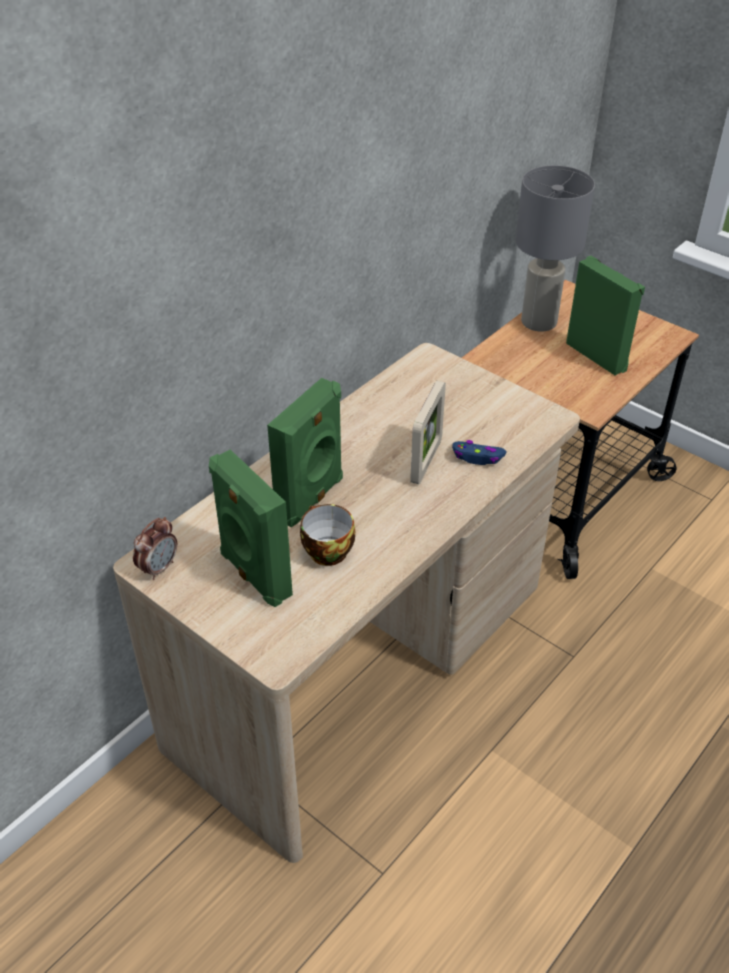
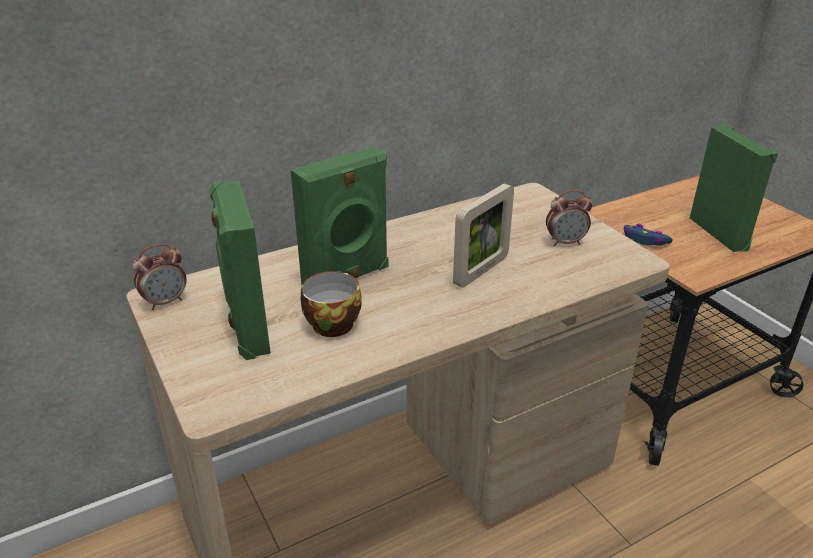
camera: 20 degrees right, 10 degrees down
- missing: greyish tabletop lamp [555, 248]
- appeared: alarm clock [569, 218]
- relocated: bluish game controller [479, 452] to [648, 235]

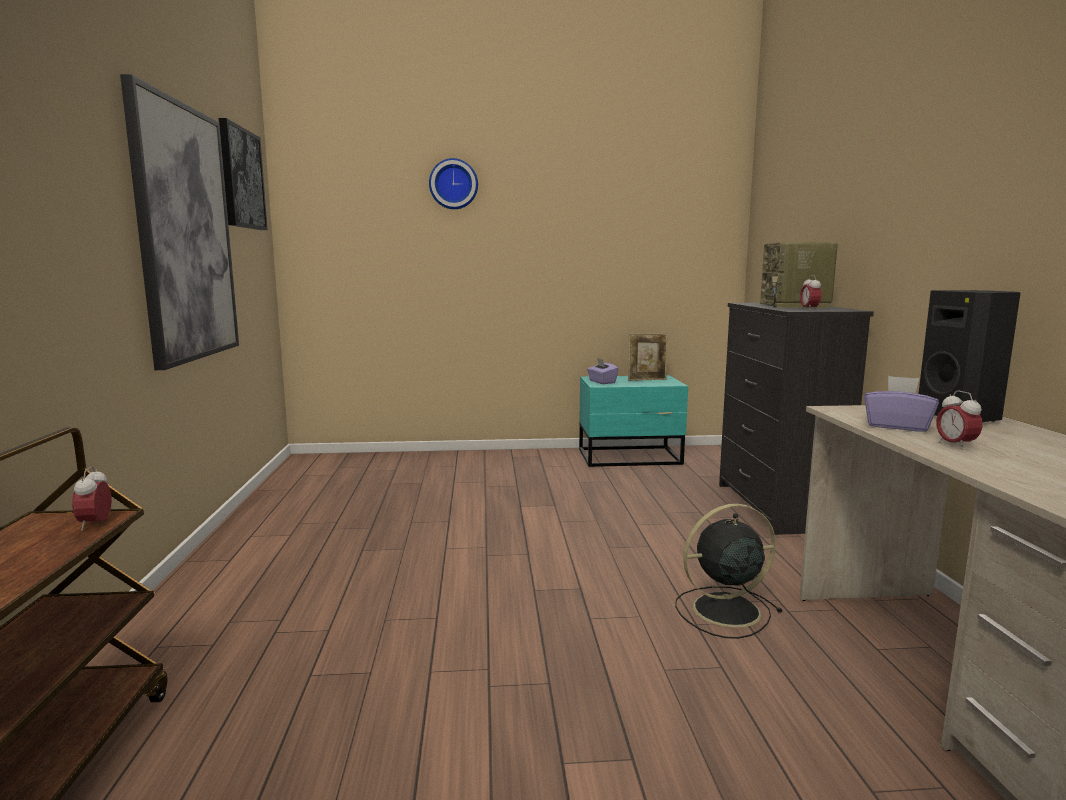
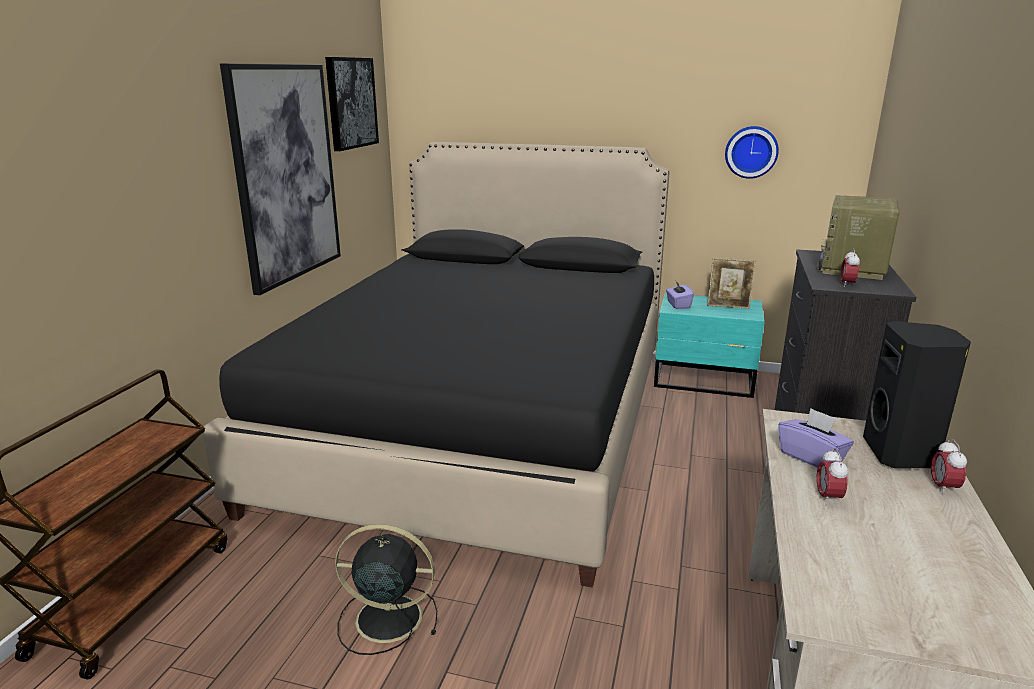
camera: 20 degrees right, 10 degrees up
- appeared: black bedroom bed [436, 365]
- relocated: alarm clock [92, 499] to [949, 467]
- relocated: clock on the wall [453, 183] to [752, 152]
- relocated: black fan [729, 571] to [386, 589]

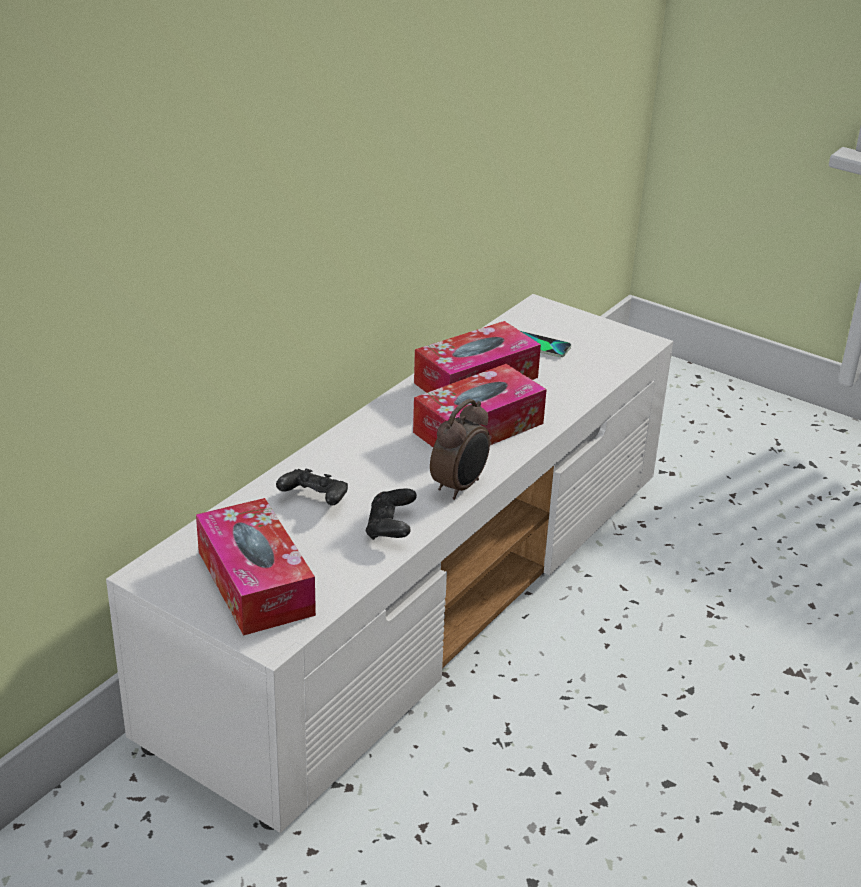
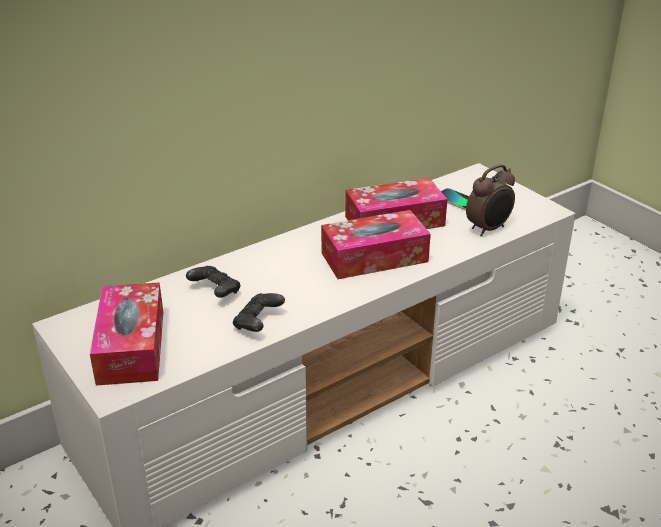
camera: 20 degrees right, 0 degrees up
- relocated: alarm clock [460, 449] to [490, 200]

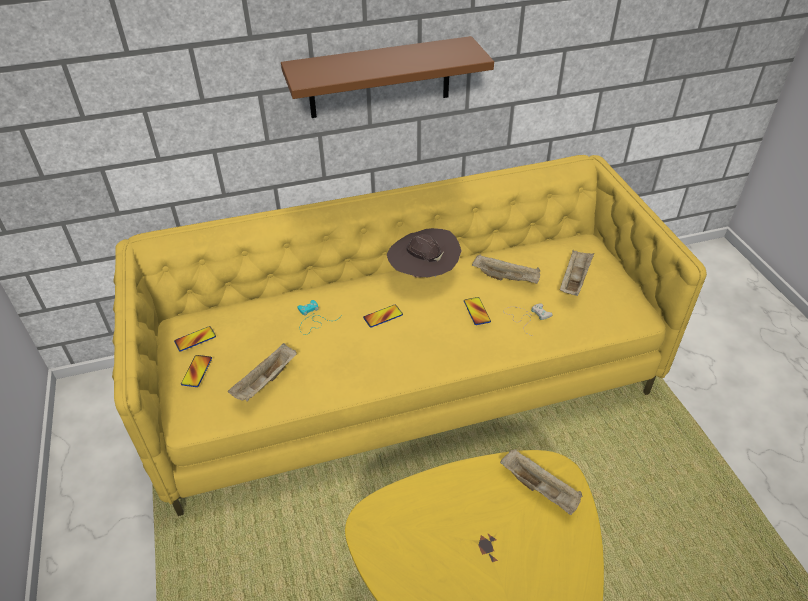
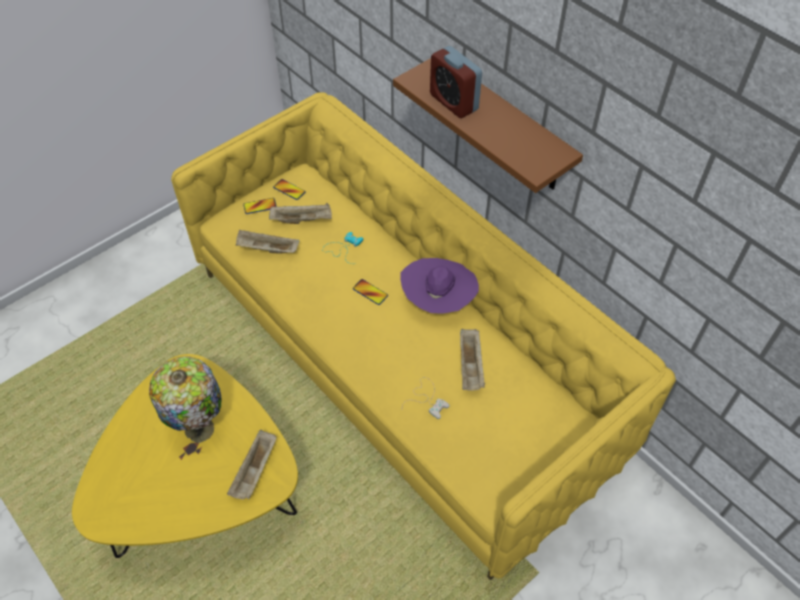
camera: 65 degrees right, 10 degrees up
- missing: phone [477, 311]
- appeared: tabletop lamp [185, 400]
- appeared: alarm clock [456, 82]
- relocated: sand-coloured carrying tray [577, 273] to [300, 213]
- colour: brown wearable hat [424, 252] to purple-coloured wearable hat [439, 286]

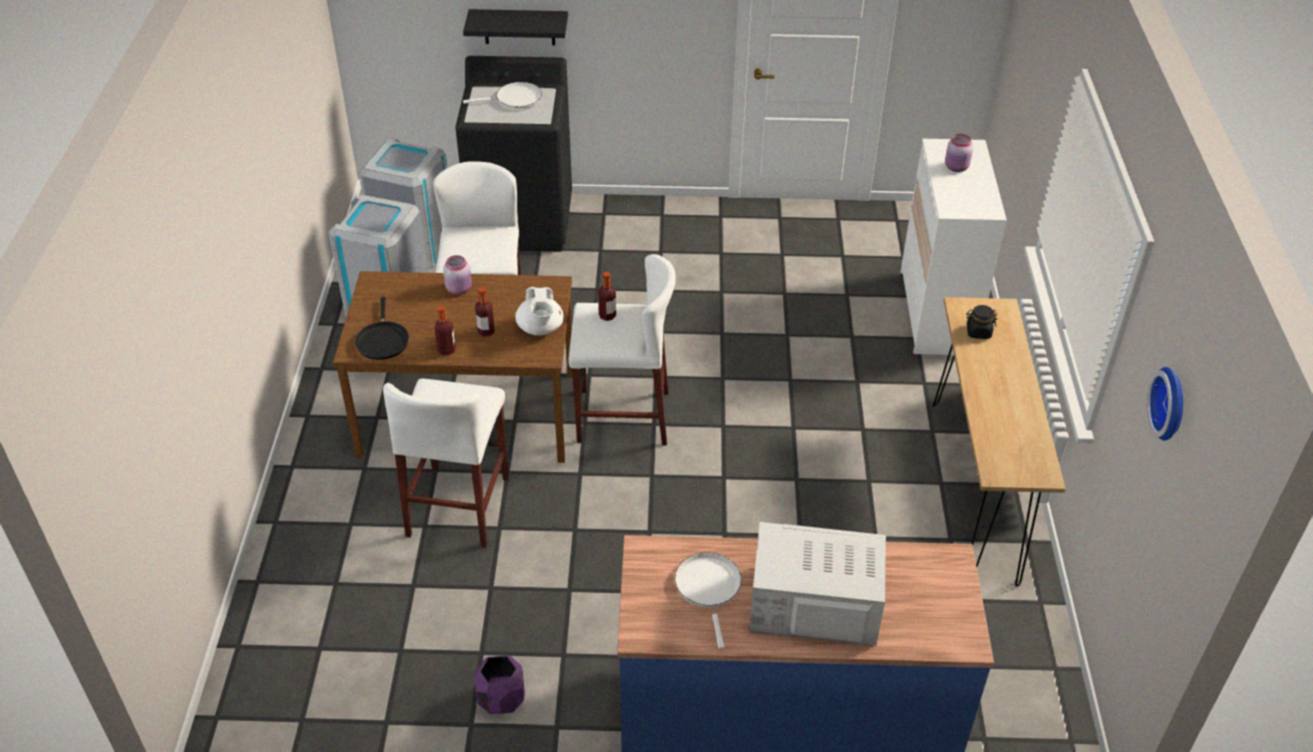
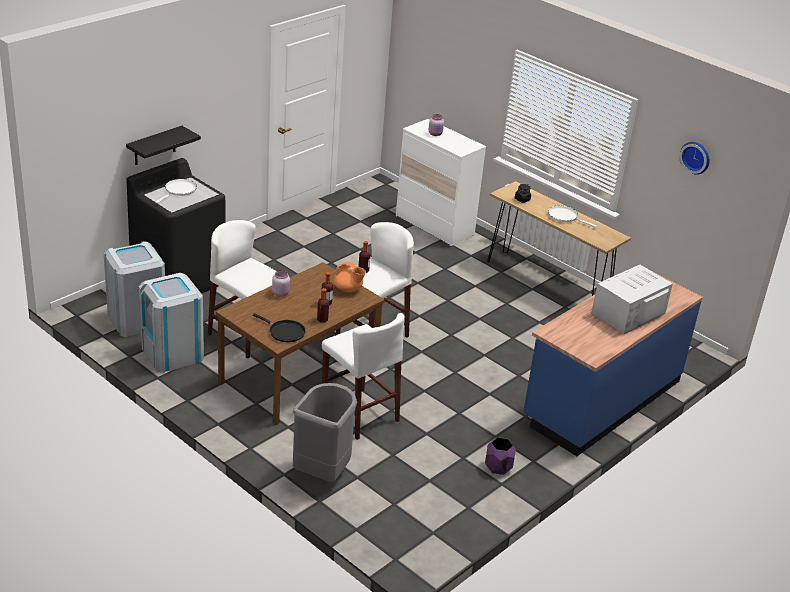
camera: 50 degrees left, 10 degrees down
- appeared: greyish waste bin [325, 432]
- relocated: white-coloured pan [708, 601] to [572, 216]
- colour: white-coloured pot for tea [539, 311] to orange-coloured pot for tea [350, 277]

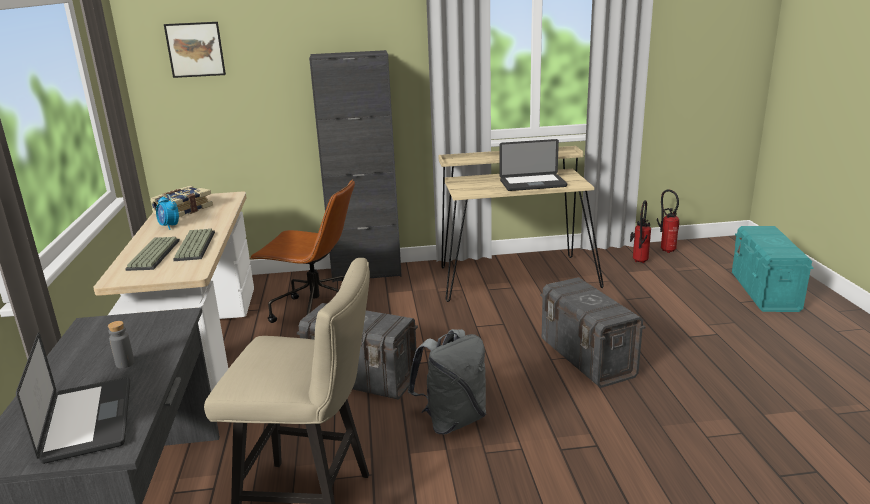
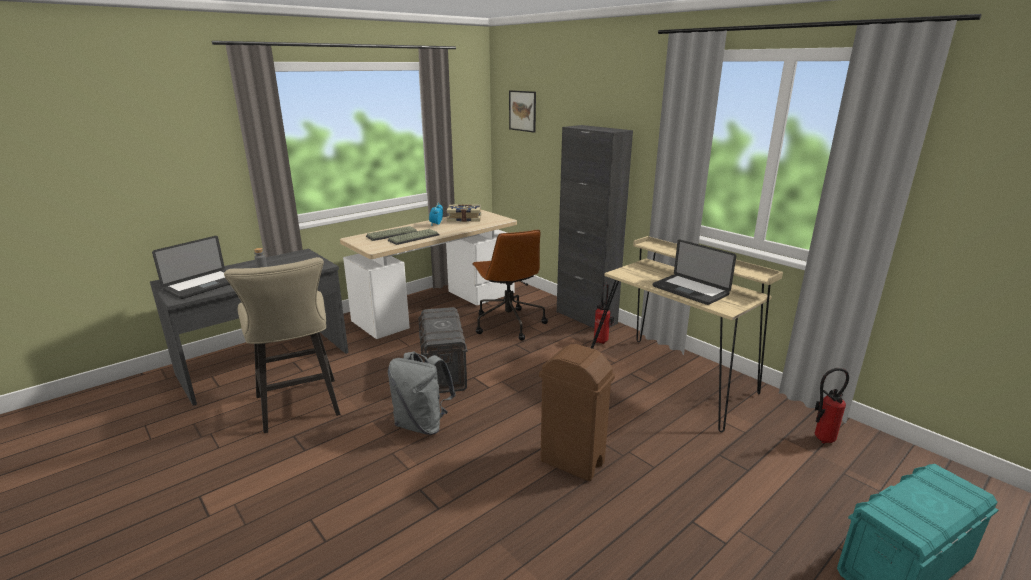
camera: 55 degrees right, 0 degrees up
- relocated: extinguisher [668, 221] to [604, 313]
- exchanged: greyish storage bin [593, 332] to brown waste bin [577, 412]

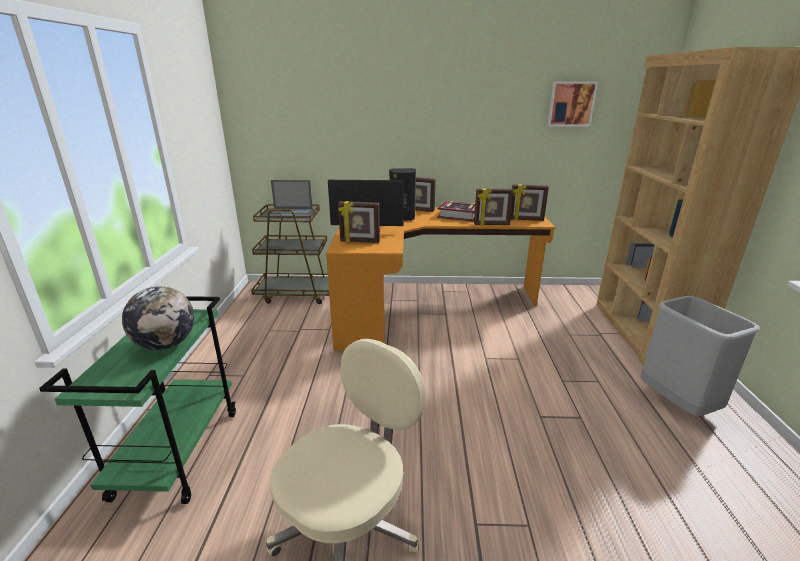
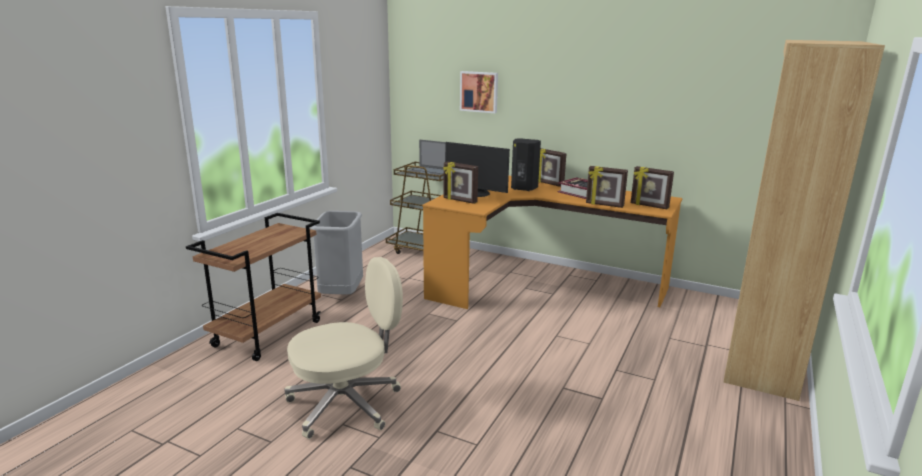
camera: 25 degrees right, 5 degrees down
- missing: world globe [158, 318]
- relocated: picture [572, 104] to [479, 92]
- relocated: greyish waste bin [700, 356] to [337, 253]
- colour: green-coloured wheeled cart [137, 400] to brown wheeled cart [253, 287]

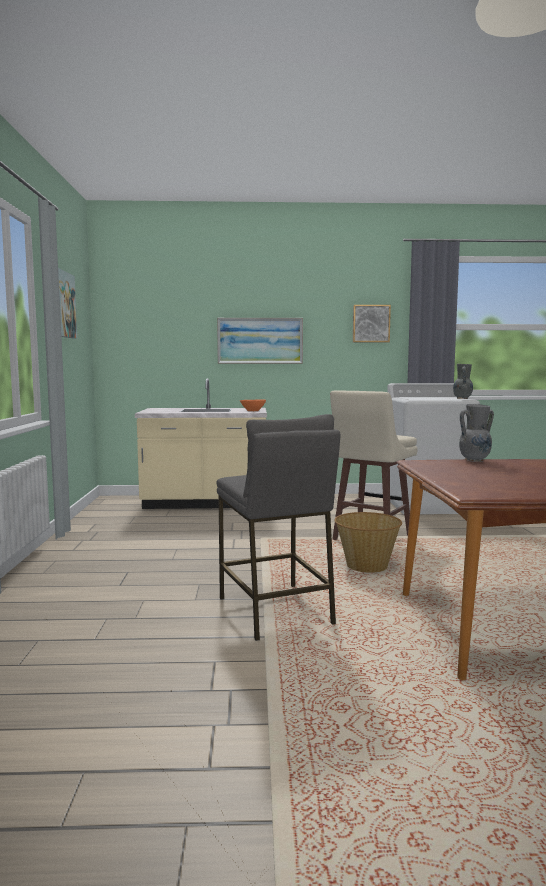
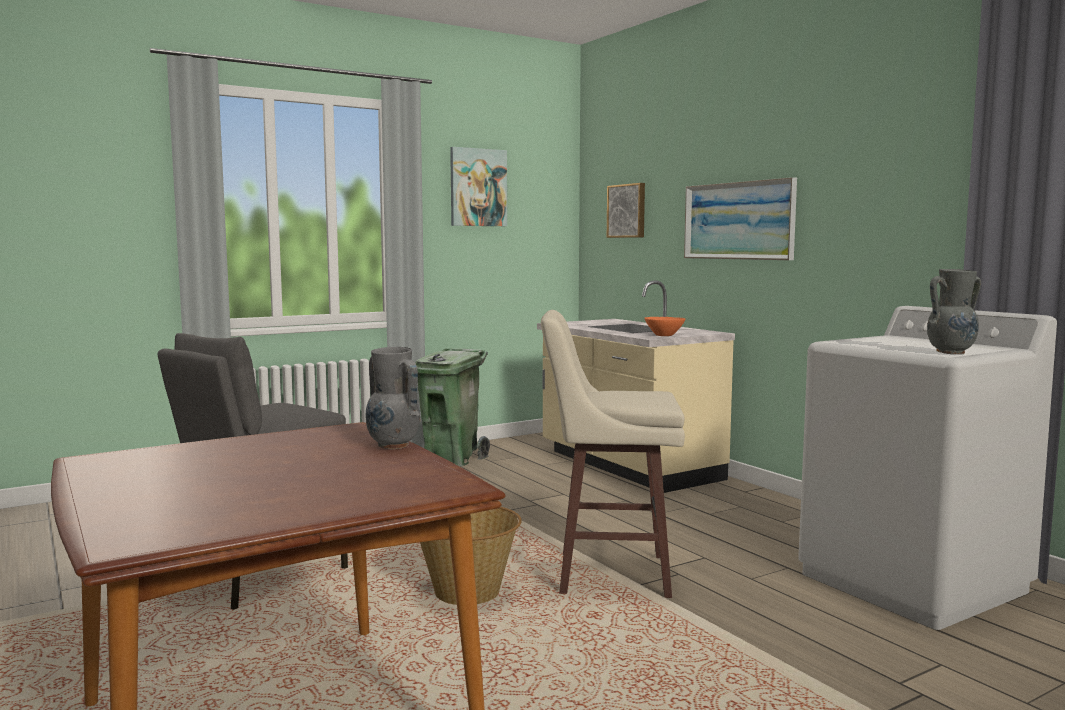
camera: 60 degrees right, 0 degrees up
- appeared: green-coloured waste bin [452, 407]
- relocated: picture [372, 323] to [626, 210]

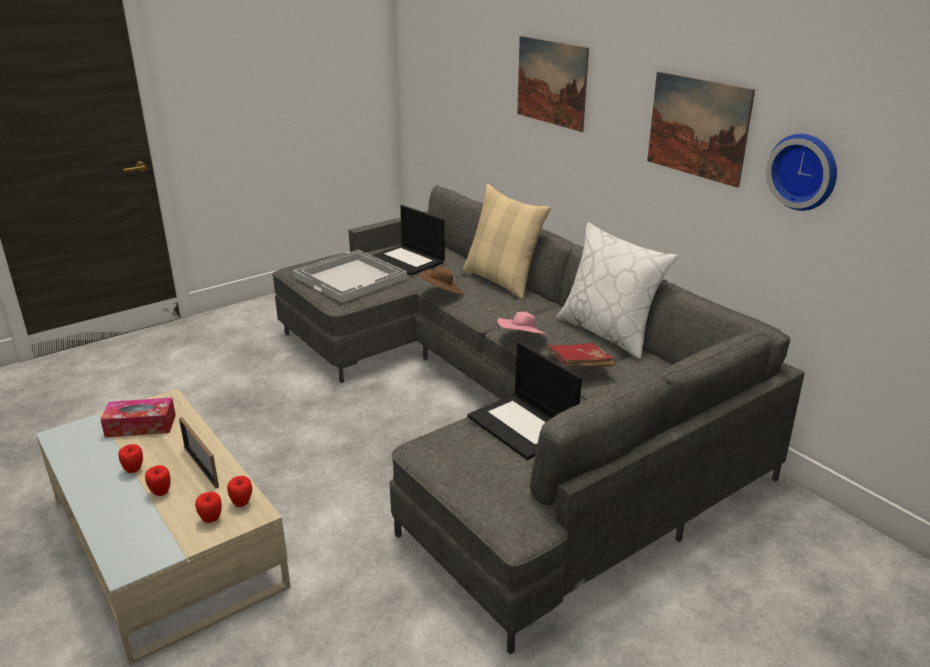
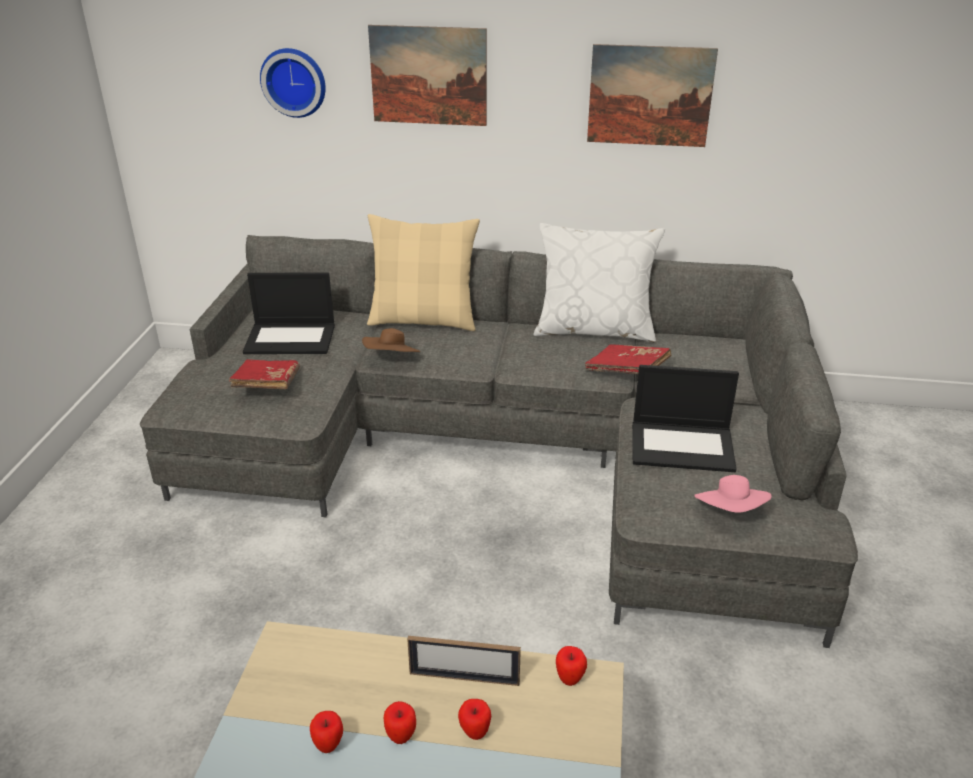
camera: 45 degrees left, 5 degrees up
- missing: box of tissues [138, 418]
- relocated: apple fruit [208, 507] to [326, 732]
- relocated: pink wearable hat [522, 323] to [733, 494]
- relocated: clock on the wall [801, 172] to [293, 83]
- exchanged: white-coloured carrying tray [350, 276] to red bound book [264, 374]

